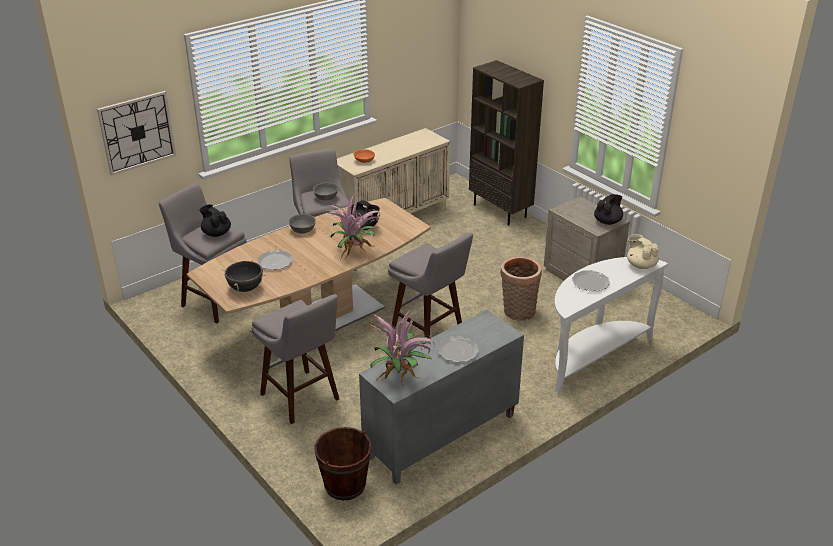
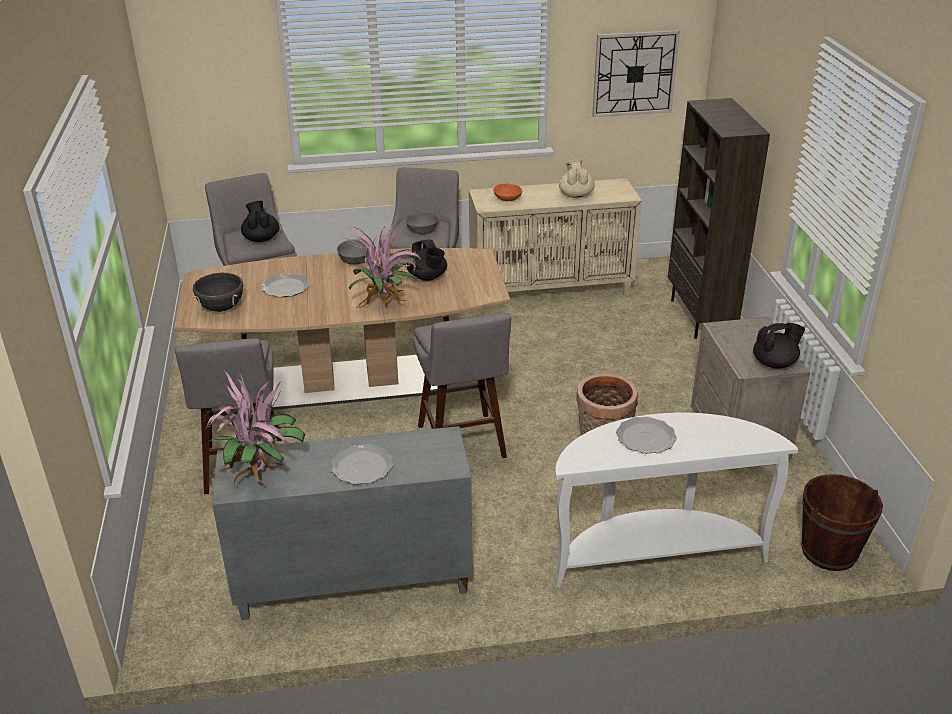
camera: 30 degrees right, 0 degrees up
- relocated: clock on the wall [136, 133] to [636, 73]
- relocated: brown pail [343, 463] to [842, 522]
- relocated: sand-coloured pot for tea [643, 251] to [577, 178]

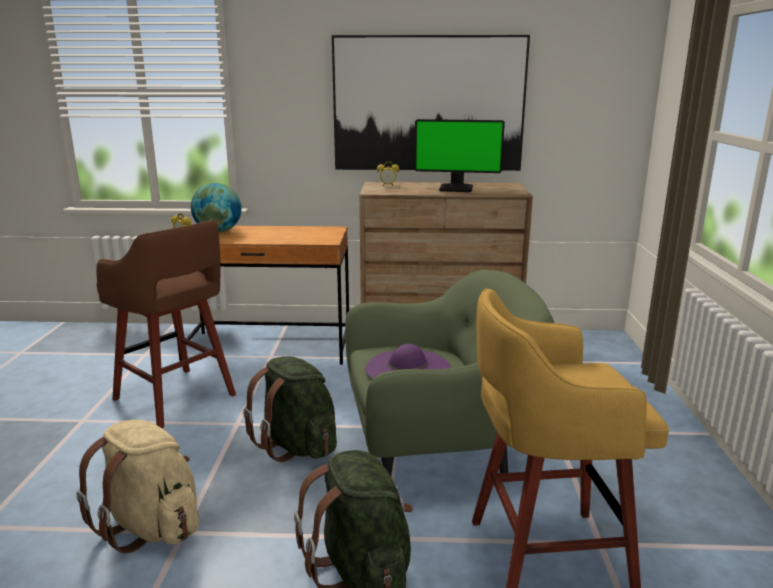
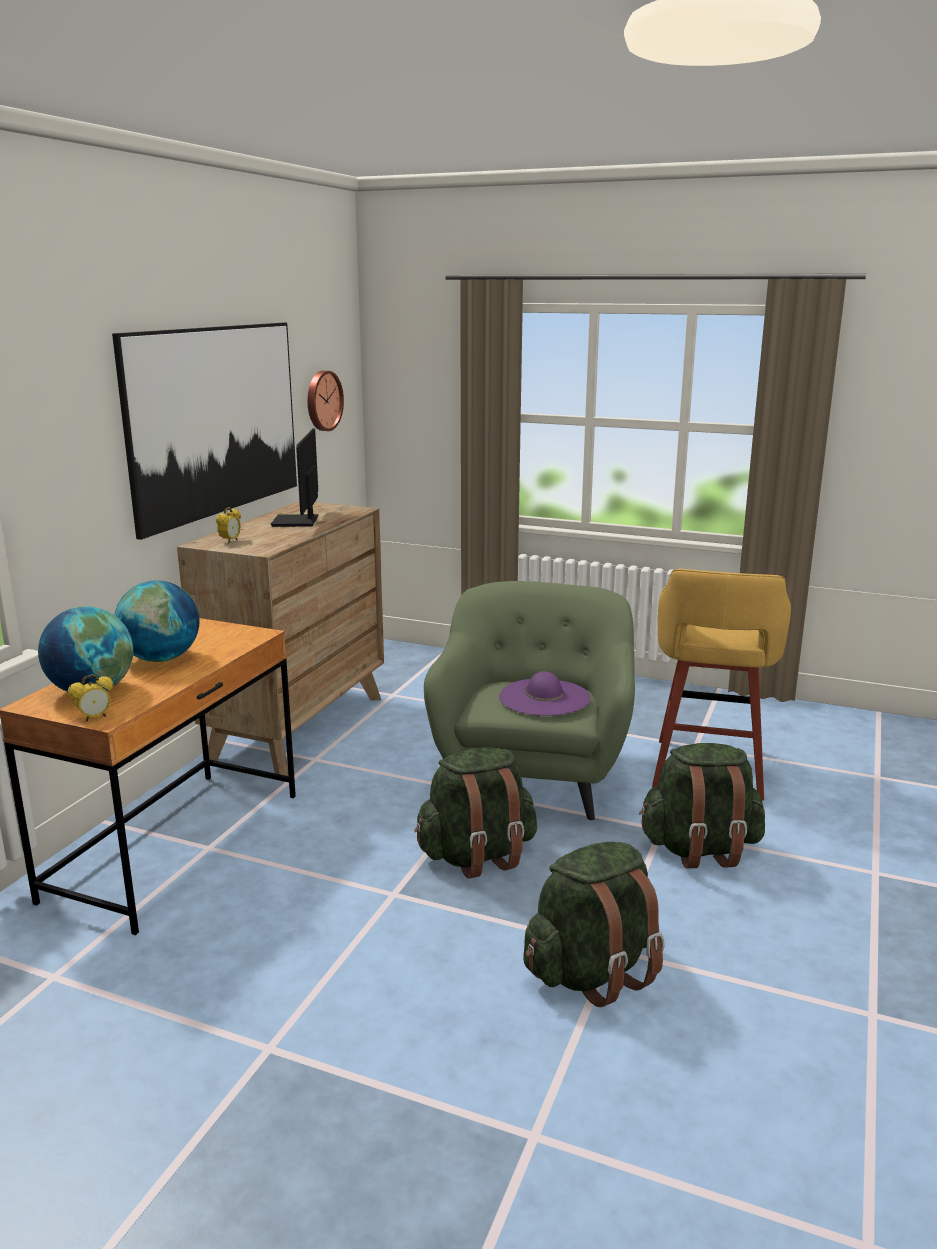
camera: 70 degrees left, 0 degrees up
- missing: brown stool [166, 324]
- appeared: world globe [157, 621]
- appeared: clock on the wall [325, 401]
- colour: sand-coloured backpack [137, 486] to green-coloured backpack [594, 924]
- spun: computer display [459, 155] = [294, 477] 150 degrees clockwise

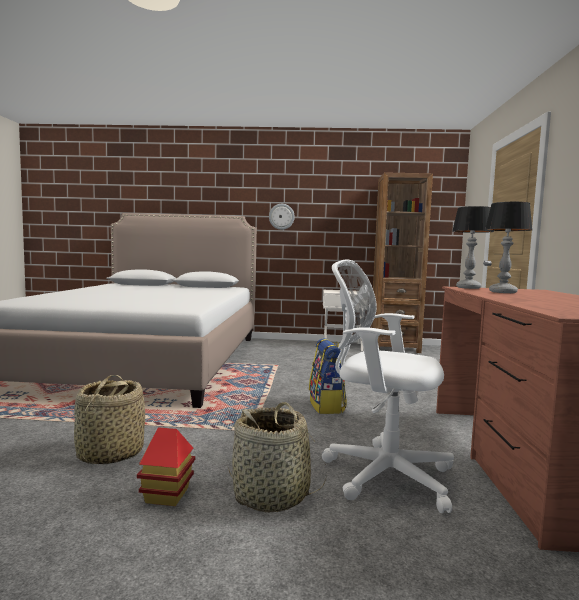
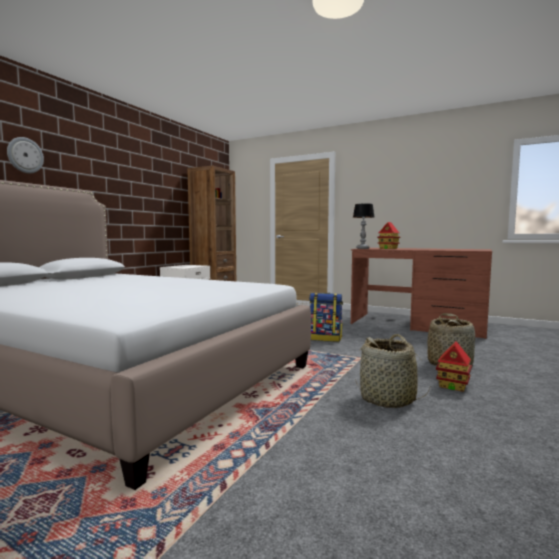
camera: 65 degrees left, 0 degrees up
- missing: white-coloured computer chair [388, 386]
- relocated: clock on the wall [282, 217] to [25, 155]
- exchanged: tabletop lamp [509, 247] to model house [388, 235]

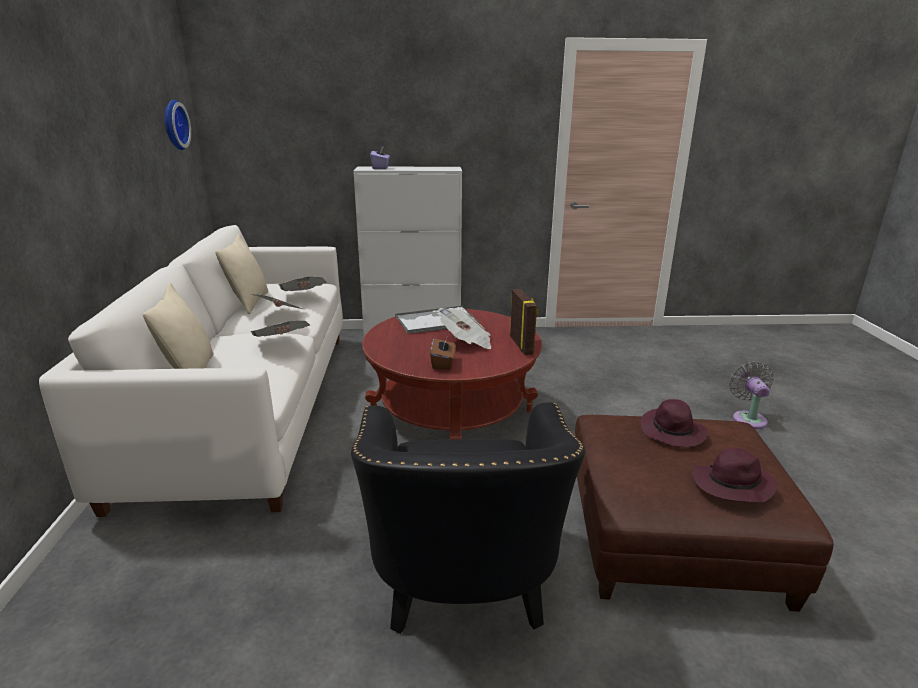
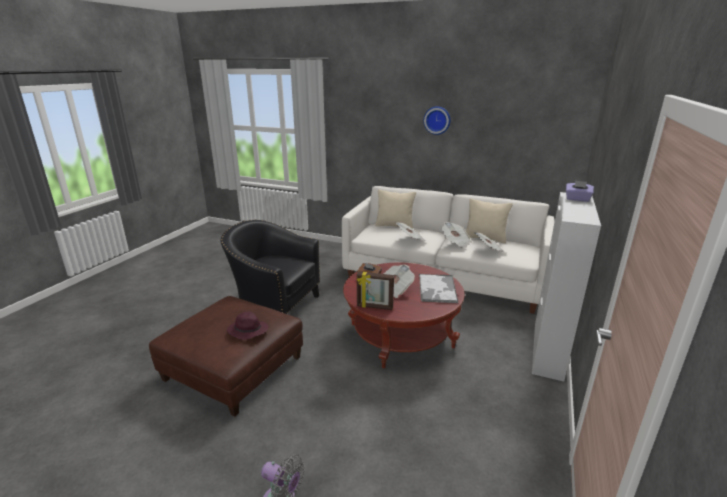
camera: 115 degrees right, 0 degrees up
- missing: purple-coloured wearable hat [735, 475]
- relocated: clock on the wall [178, 125] to [436, 120]

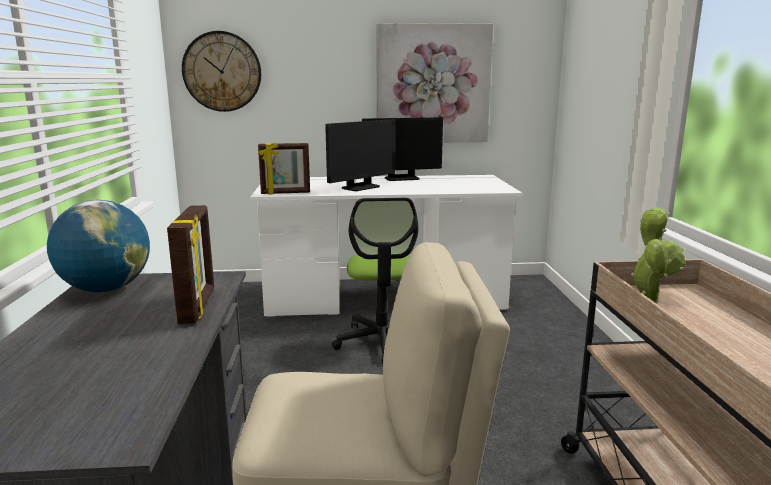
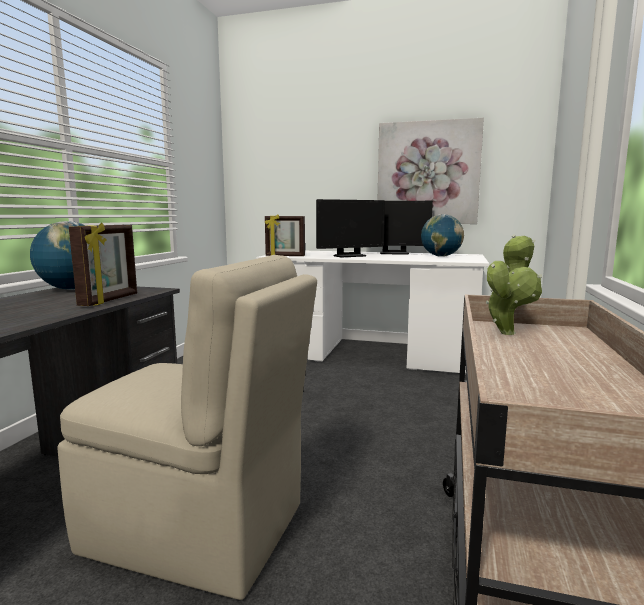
camera: 20 degrees right, 5 degrees down
- missing: clock on the wall [221, 71]
- missing: computer chair [375, 281]
- appeared: world globe [442, 235]

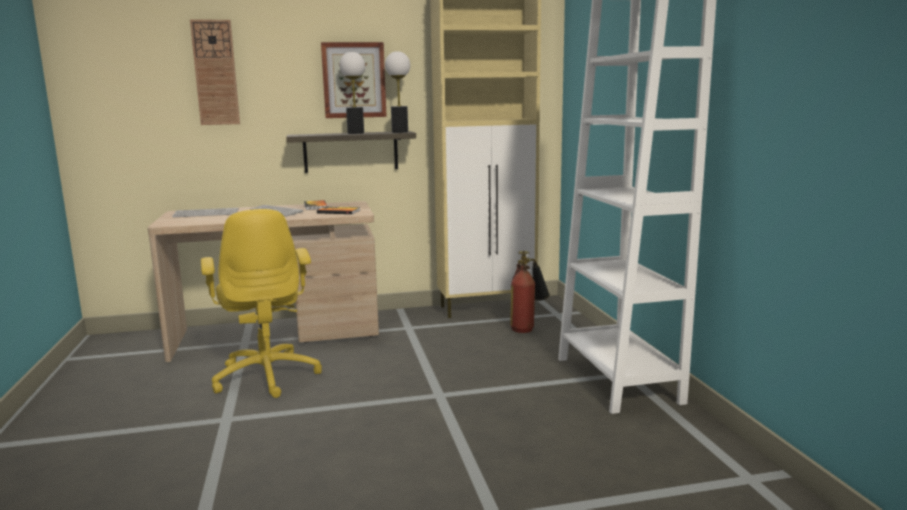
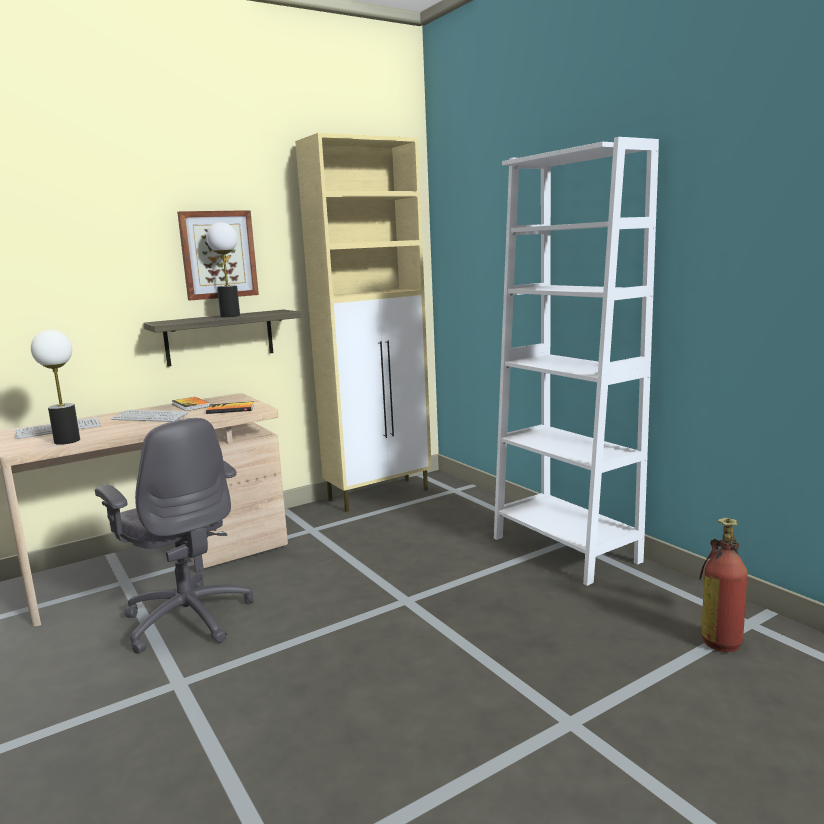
camera: 20 degrees left, 0 degrees up
- missing: clock on the wall [215, 72]
- relocated: tabletop lamp [397, 92] to [55, 387]
- relocated: extinguisher [530, 292] to [723, 585]
- colour: yellow computer chair [261, 303] to greyish computer chair [174, 536]

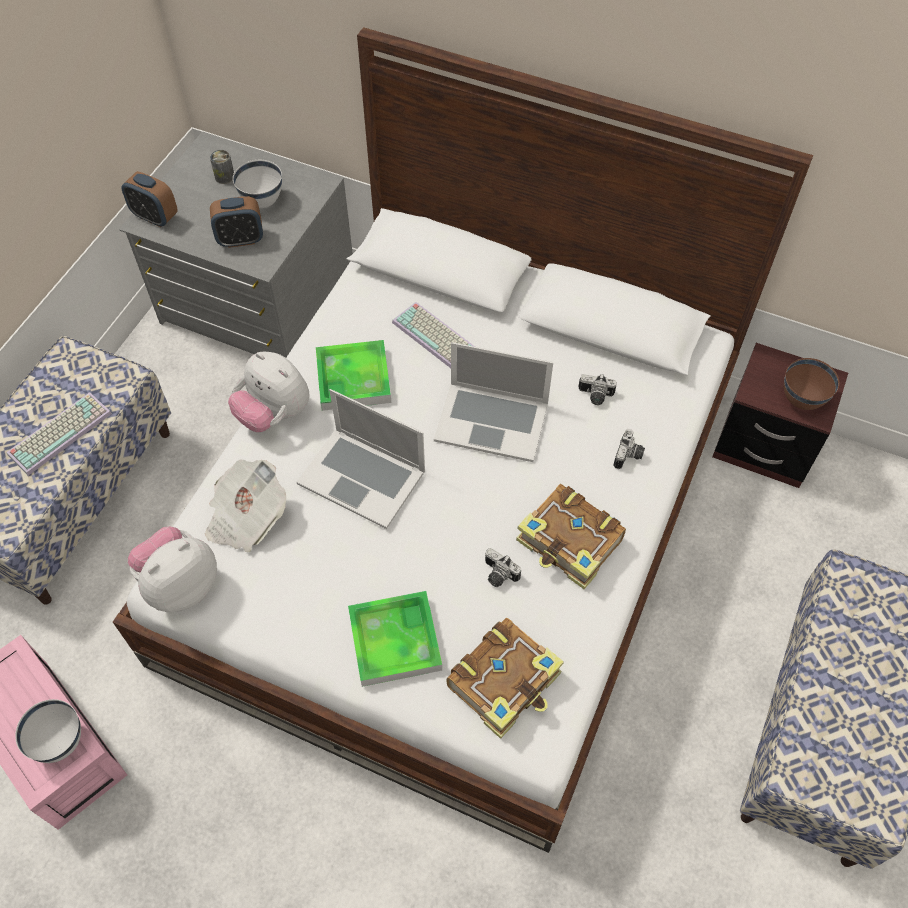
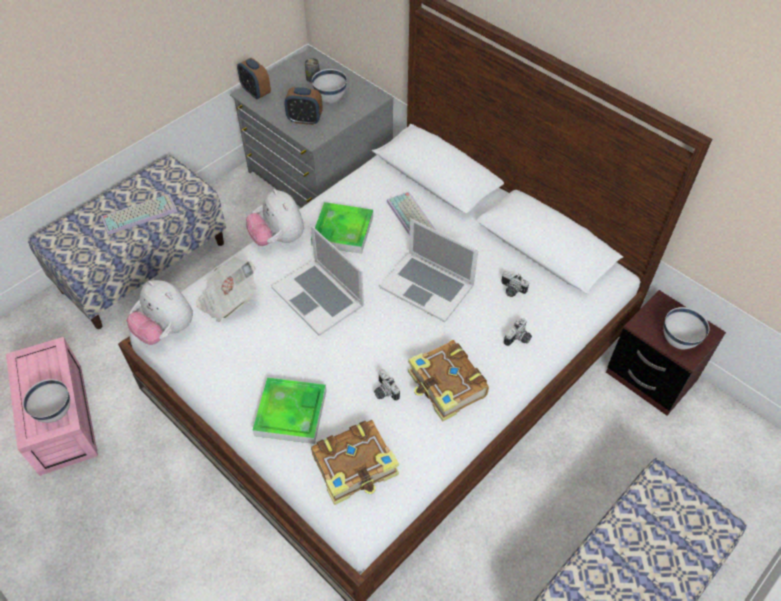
camera: 20 degrees right, 5 degrees down
- colour: brown deep dish [812, 384] to white-coloured deep dish [686, 328]
- spun: plush toy [172, 569] = [160, 312] 120 degrees counterclockwise

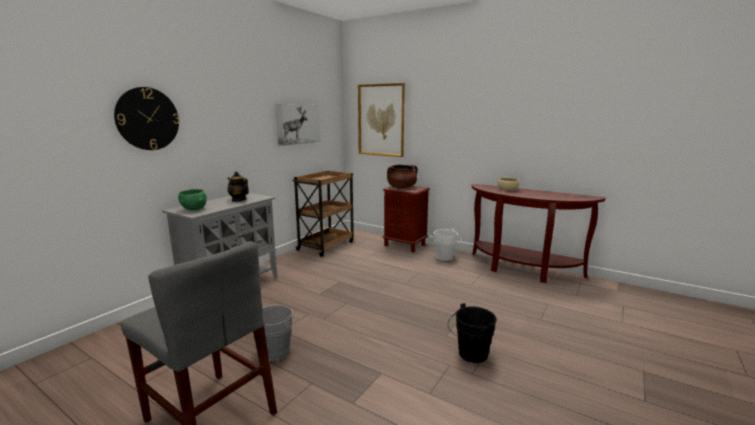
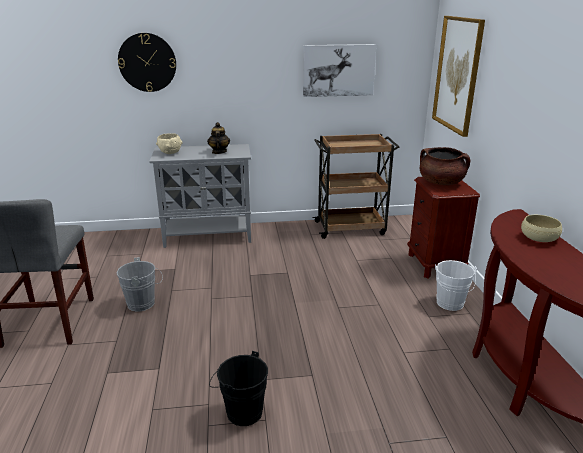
camera: 50 degrees right, 10 degrees up
- colour: green-coloured deep dish [192, 199] to sand-coloured deep dish [169, 143]

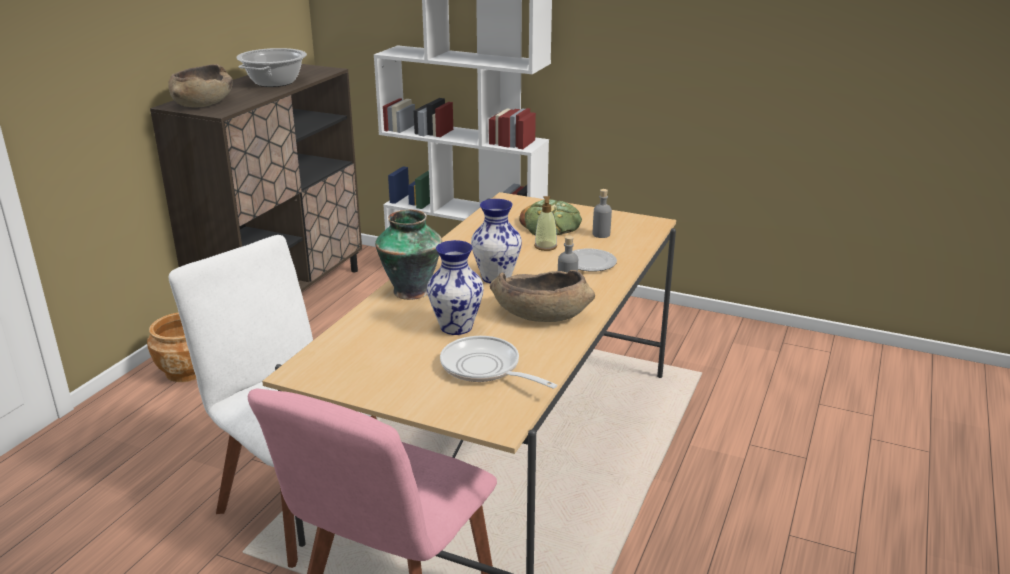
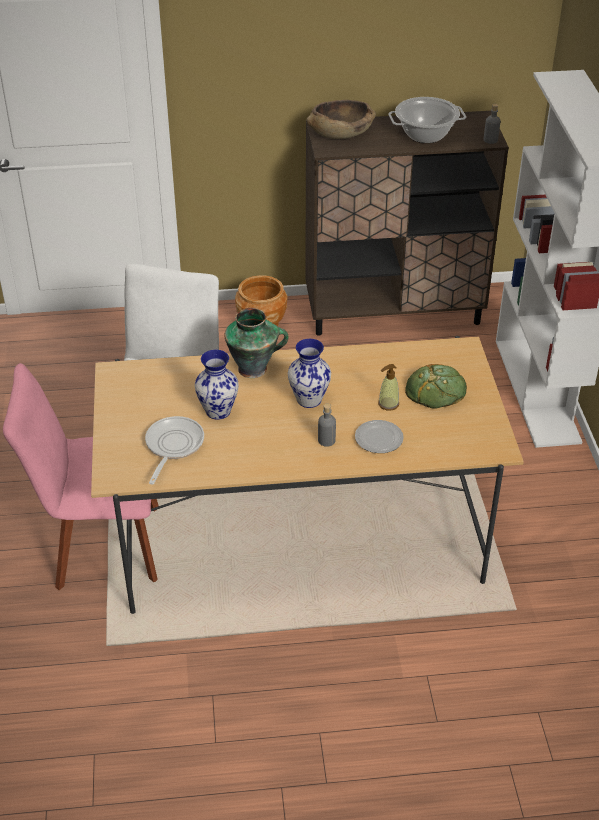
camera: 60 degrees right, 15 degrees up
- missing: brown deep dish [542, 296]
- relocated: greyish drink bottle [602, 213] to [492, 124]

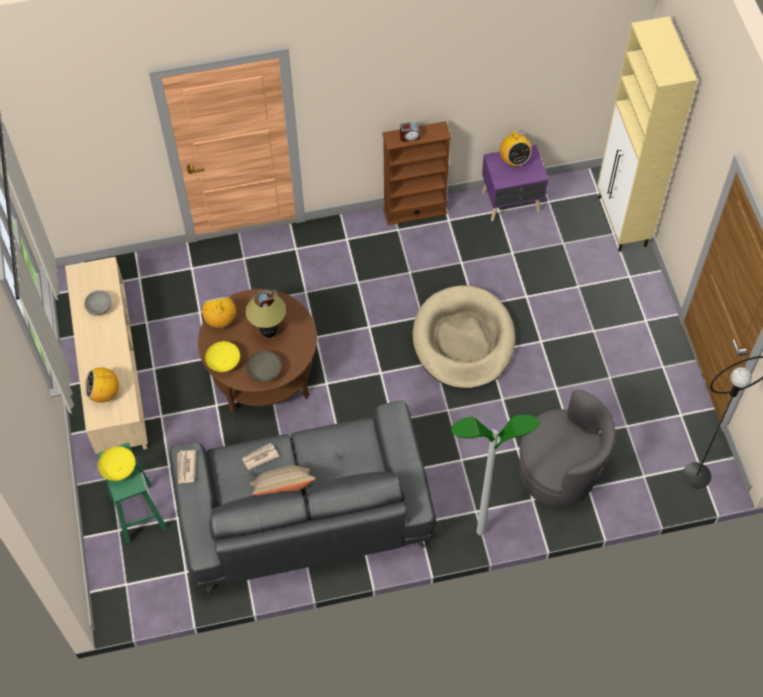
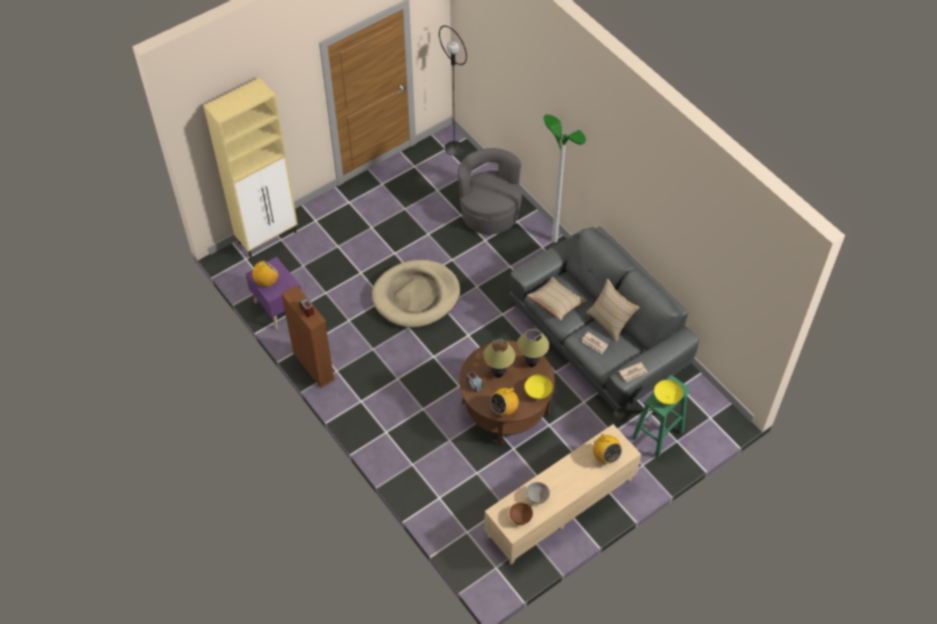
camera: 115 degrees left, 5 degrees down
- appeared: brown deep dish [521, 513]
- appeared: sand-coloured cushion [557, 298]
- exchanged: greyish deep dish [263, 366] to tabletop lamp [533, 347]

